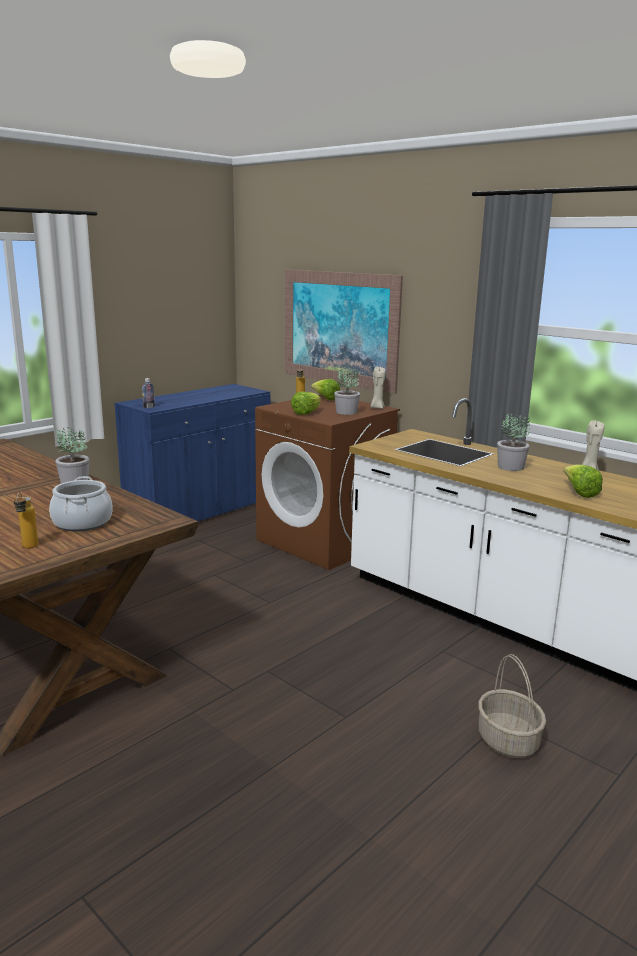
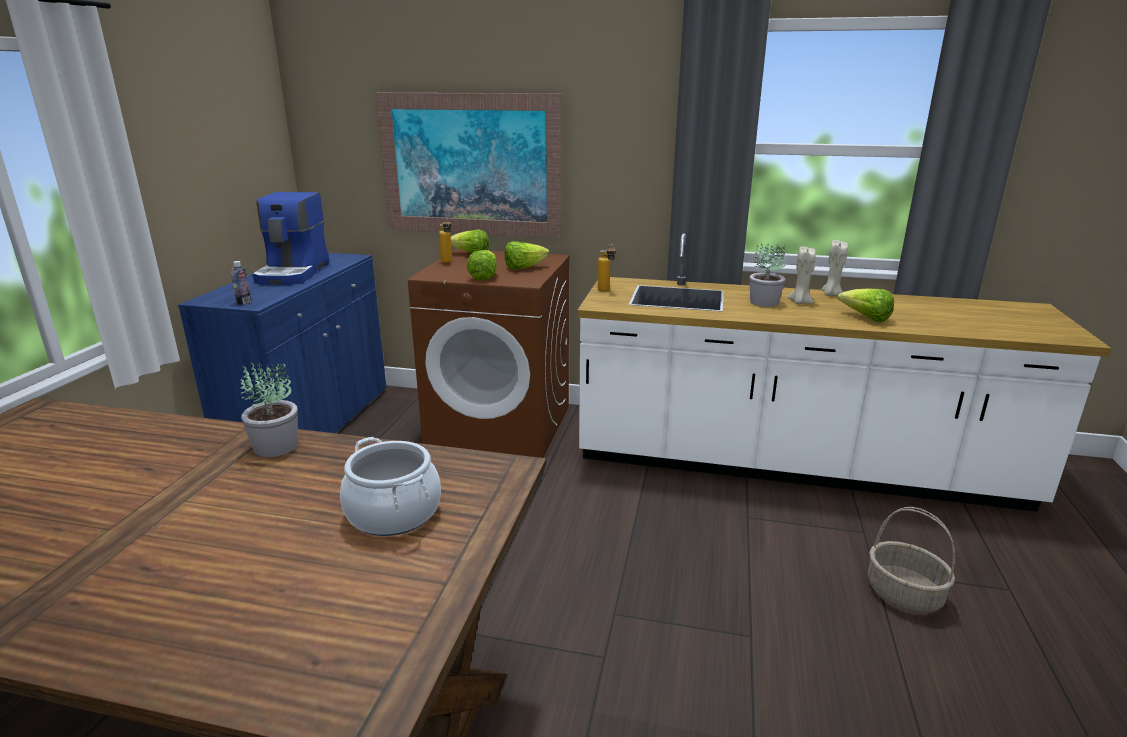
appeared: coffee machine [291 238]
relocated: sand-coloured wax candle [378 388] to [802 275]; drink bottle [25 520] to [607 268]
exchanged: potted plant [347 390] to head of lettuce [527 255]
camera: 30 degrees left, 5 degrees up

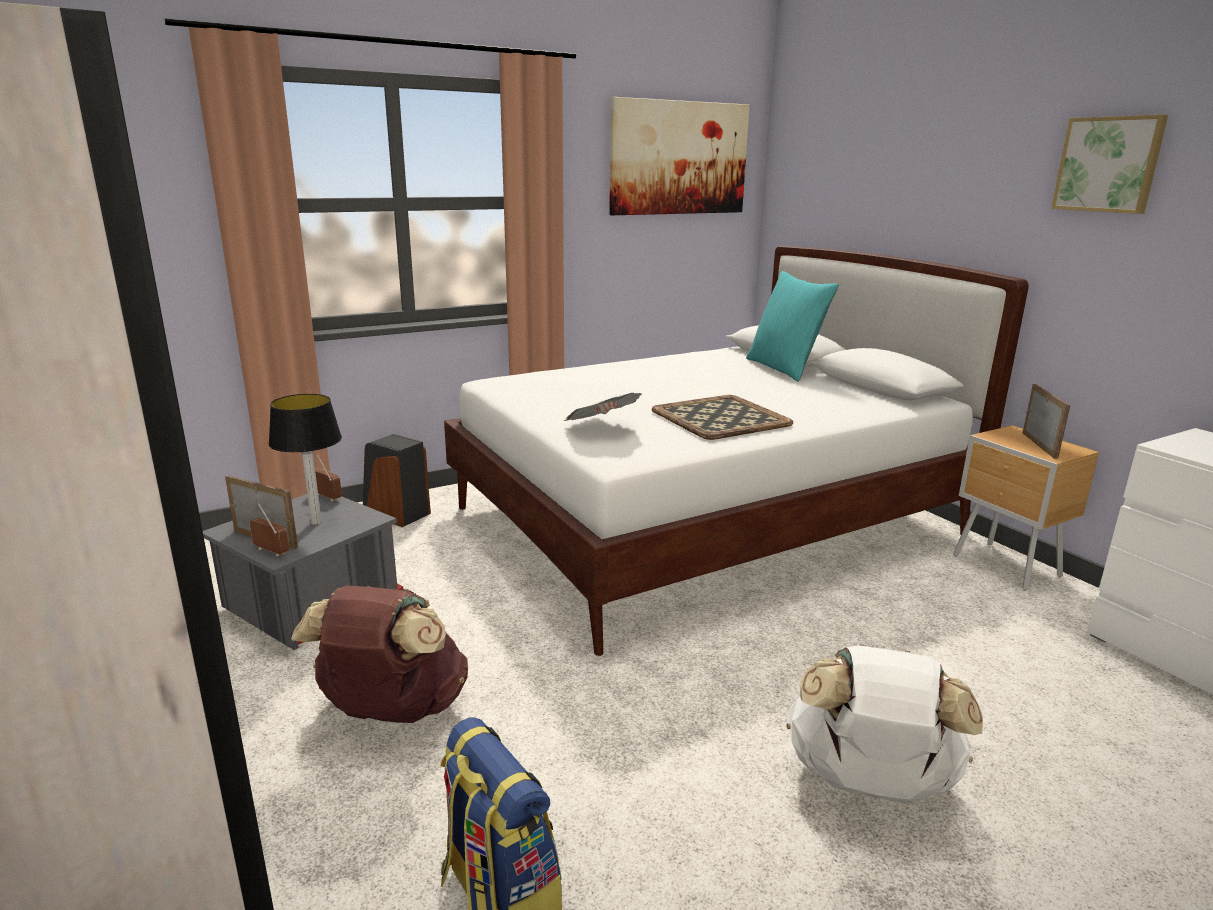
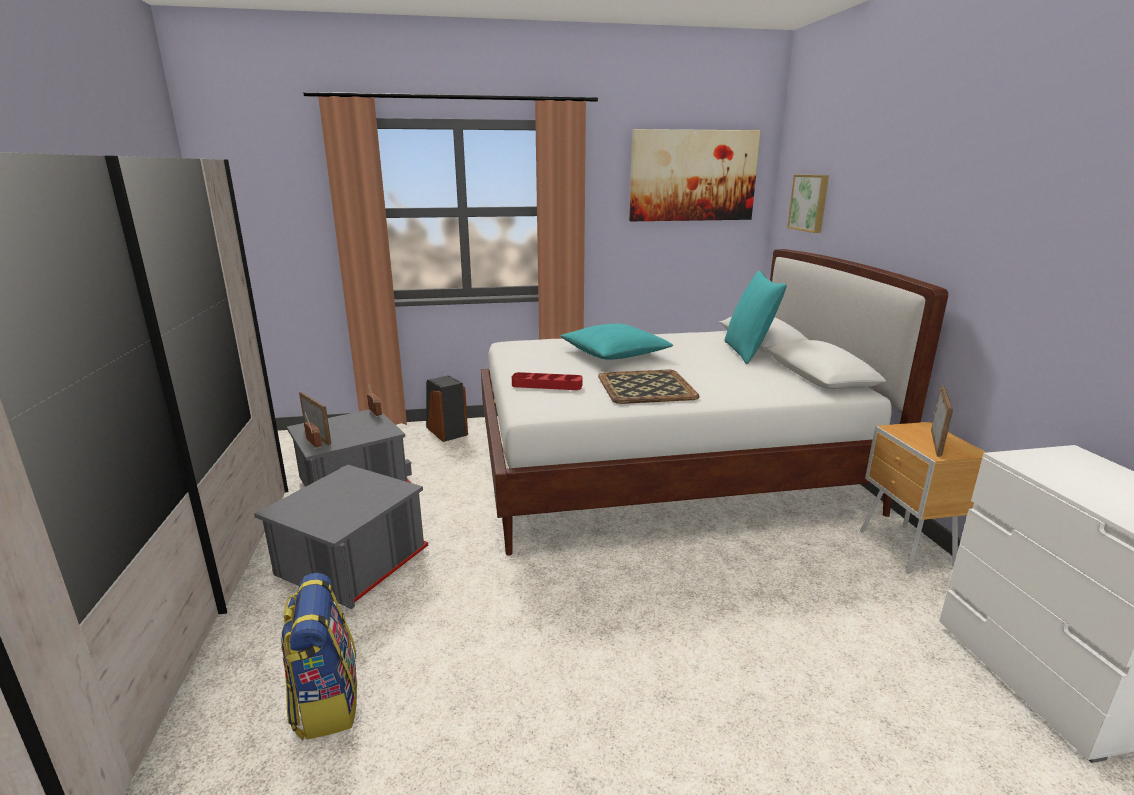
missing: table lamp [305 459]; whitish backpack [884 724]
appeared: blue-green throw pillow [616 342]
relocated: picture [1109 164] to [808 204]
exchanged: printed paper [603 407] to red-coloured serving tray [547 381]; brownish backpack [379 654] to grey storage box [341 537]
camera: 20 degrees right, 0 degrees up

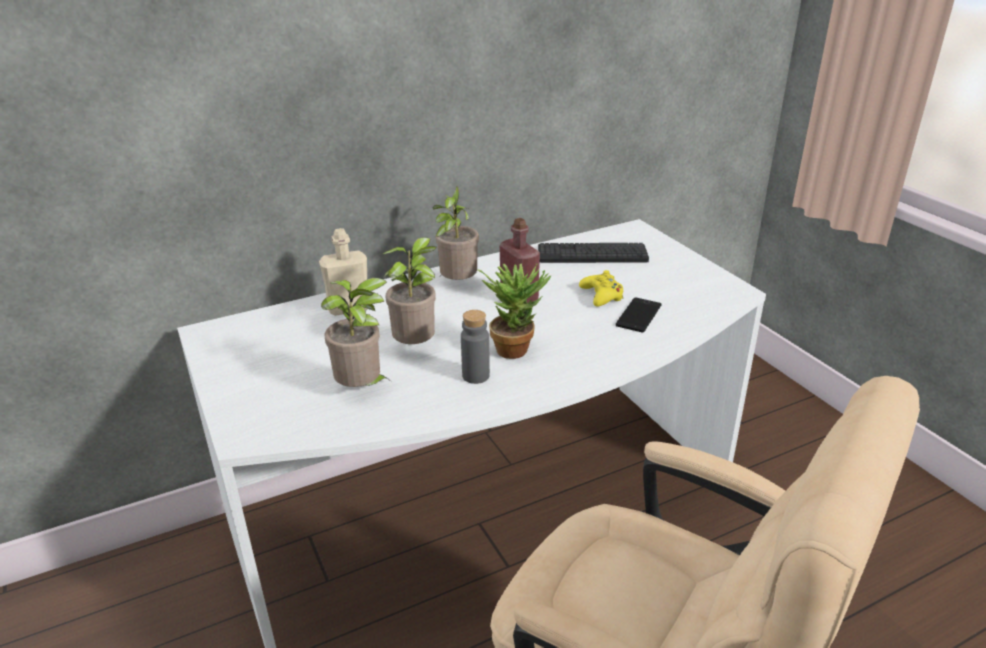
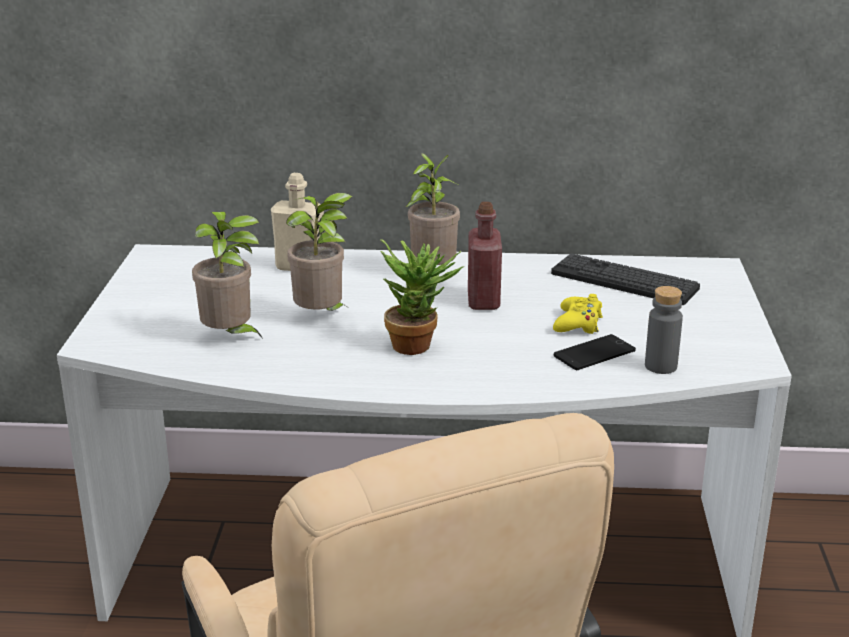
relocated: grey drink bottle [475 347] to [664 330]
camera: 30 degrees right, 5 degrees down

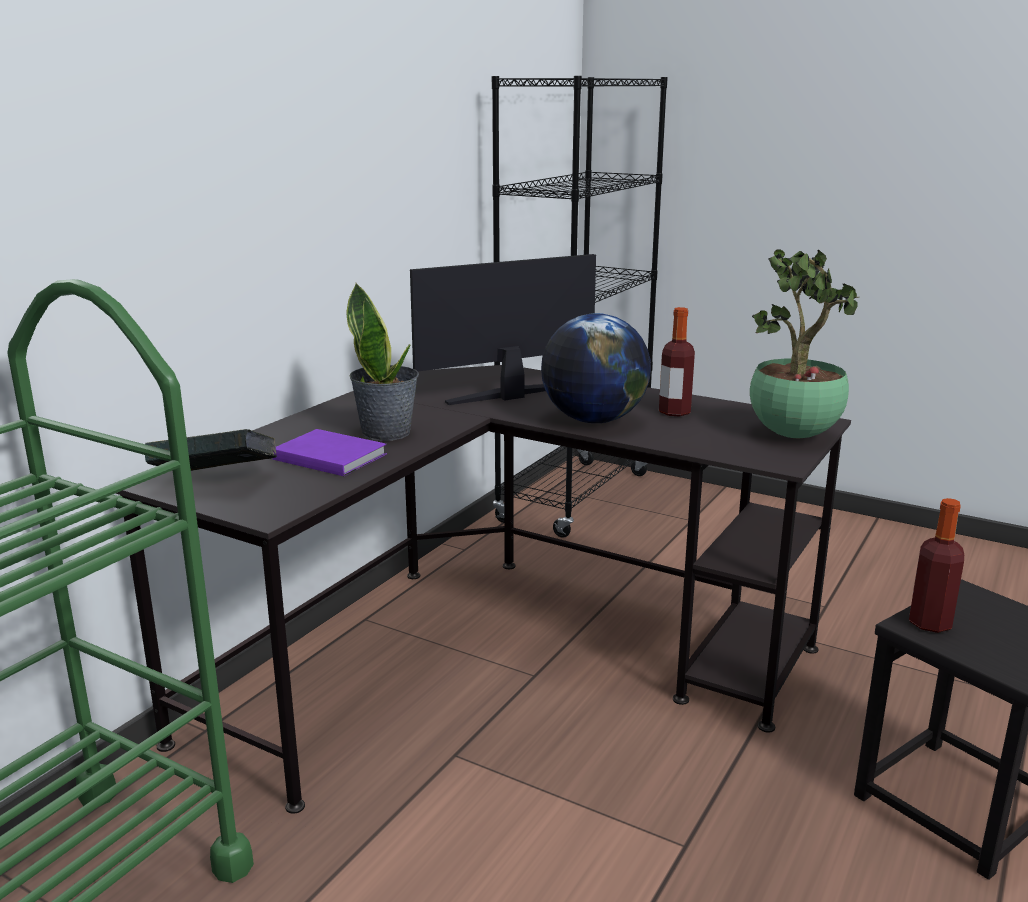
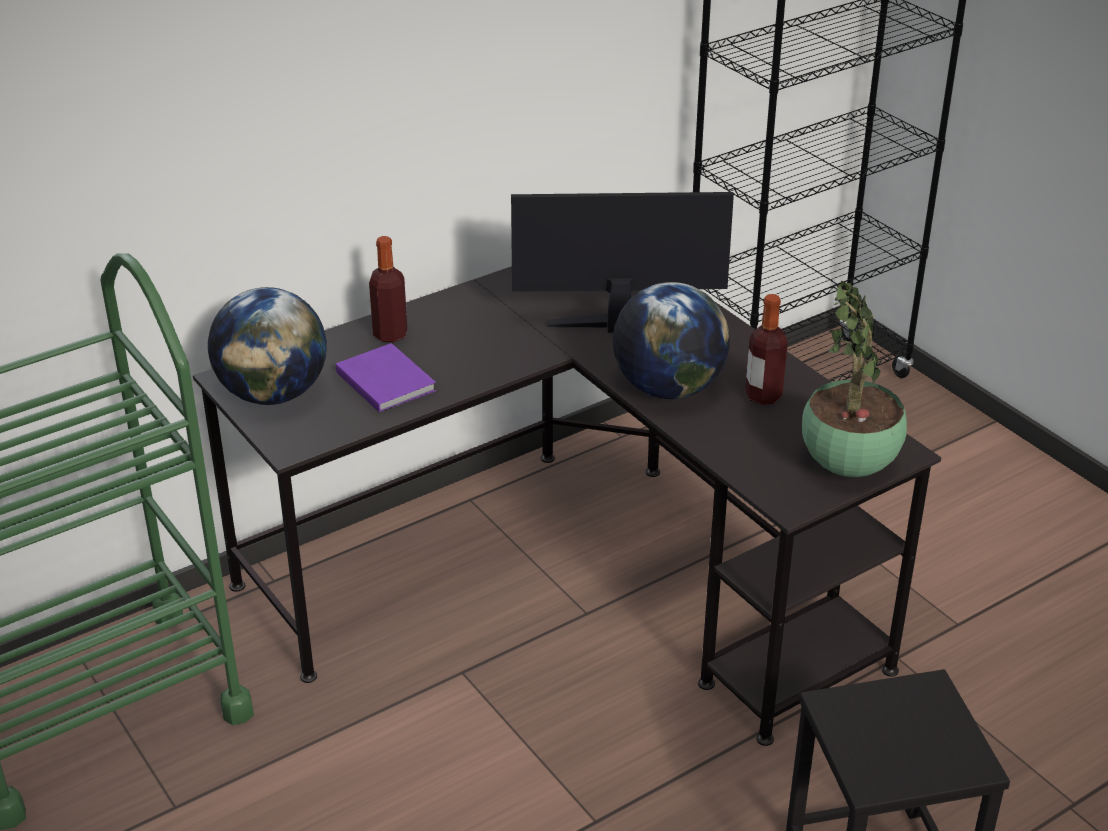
missing: potted plant [383 362]
relocated: drink bottle [936 565] to [388 289]
exchanged: book [211 450] to desk globe [267 346]
camera: 25 degrees right, 15 degrees up

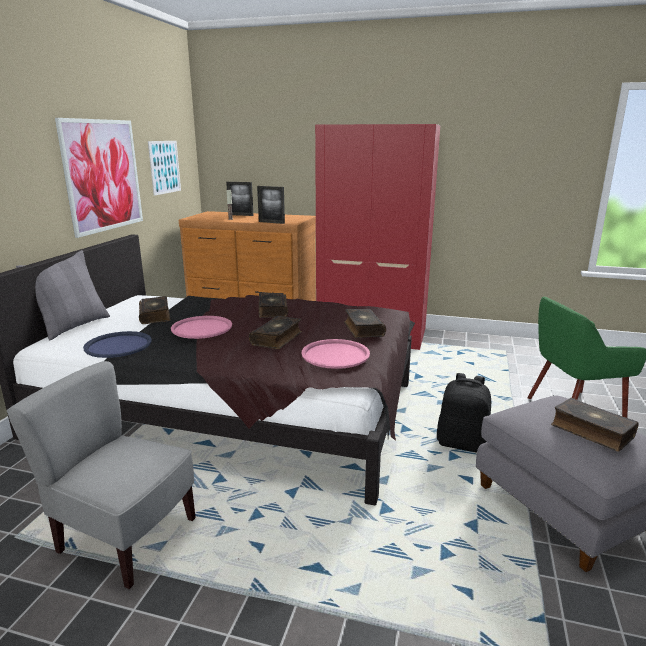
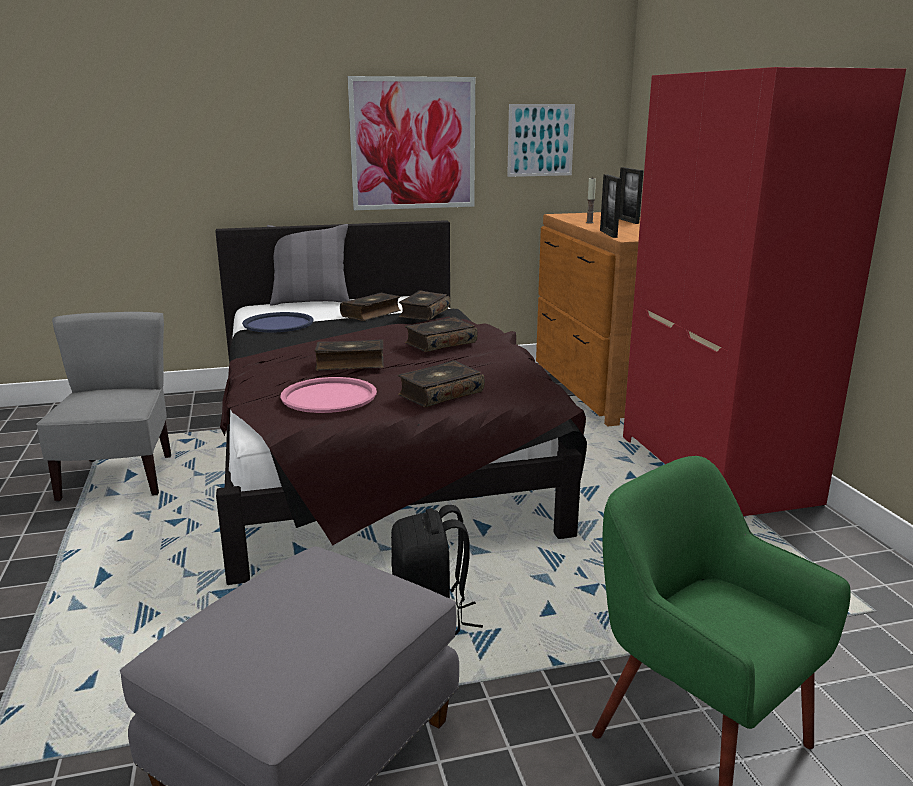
missing: pink serving tray [201 327]
relocated: book [595 425] to [424 305]
camera: 60 degrees right, 0 degrees up

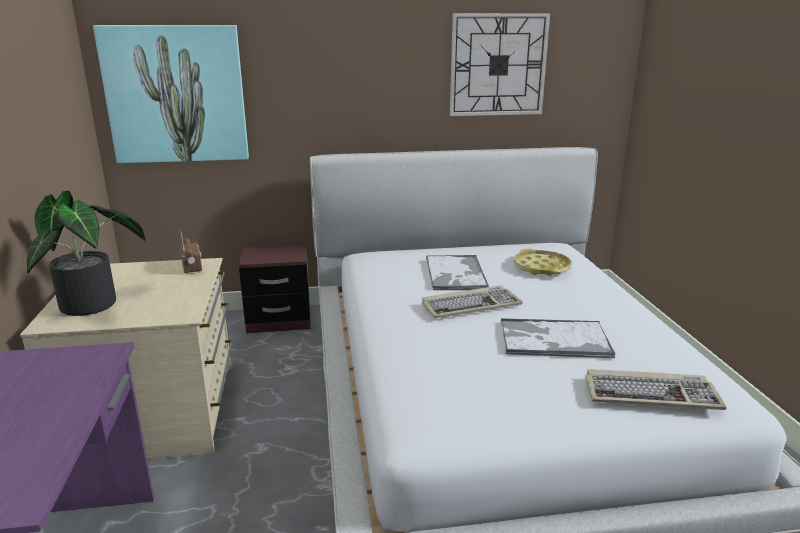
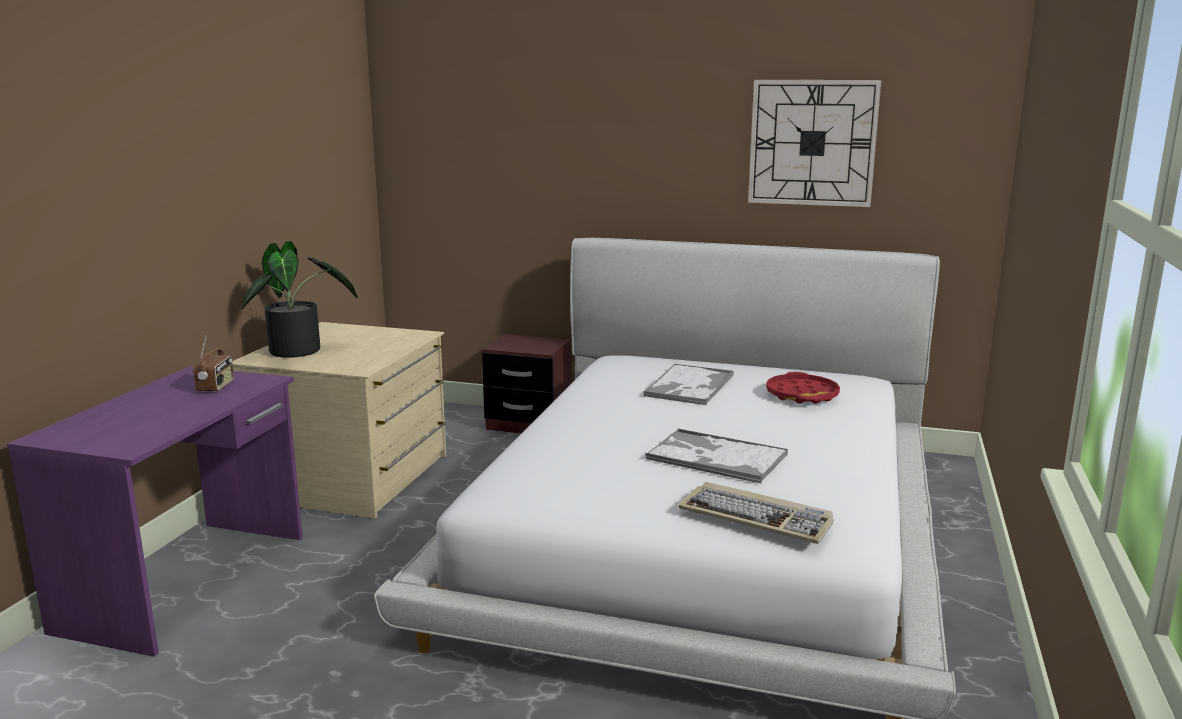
missing: picture [171 94]; computer keyboard [472 302]
relocated: radio [191 251] to [213 364]
colour: yellow serving tray [543 262] to red-coloured serving tray [803 388]
camera: 25 degrees right, 5 degrees down

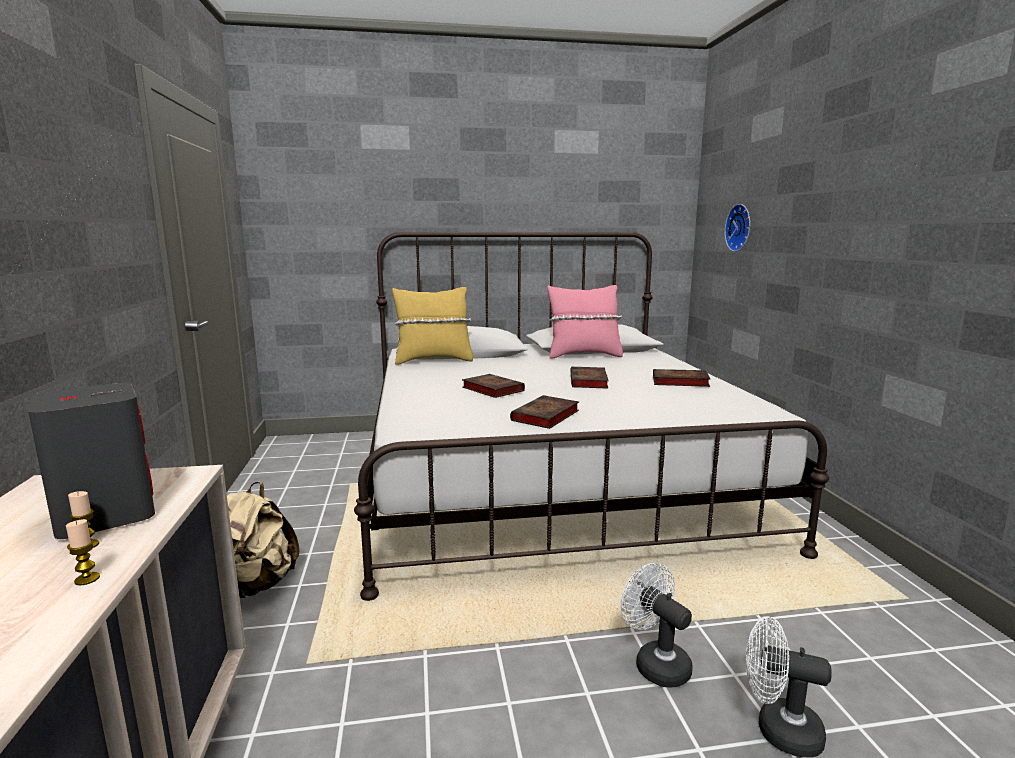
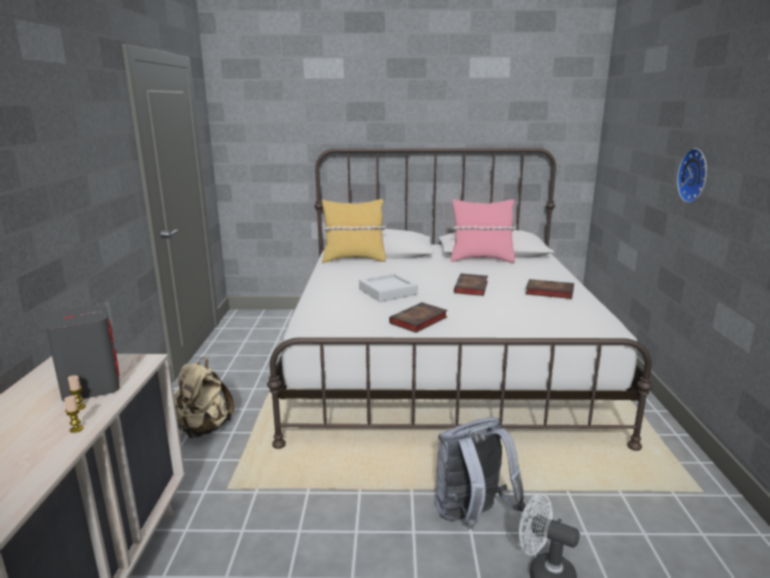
relocated: wall clock [737 228] to [692 175]
exchanged: book [493 386] to grey serving tray [388 287]; whitish electric fan [657 625] to grey backpack [481 473]
camera: 10 degrees right, 5 degrees up

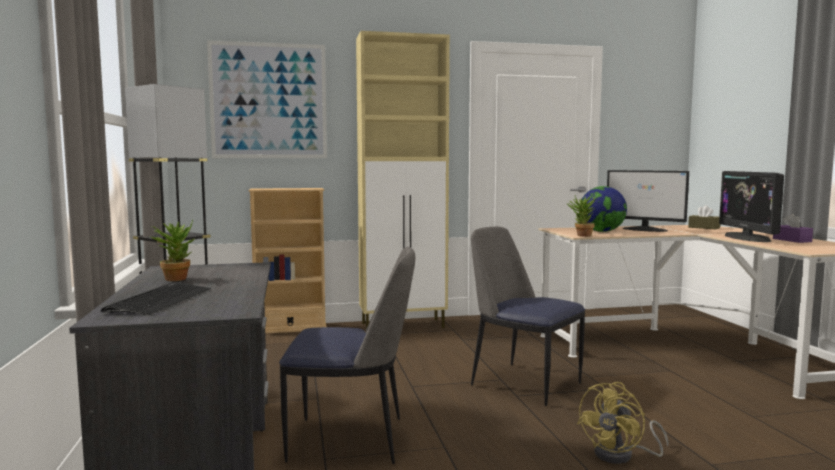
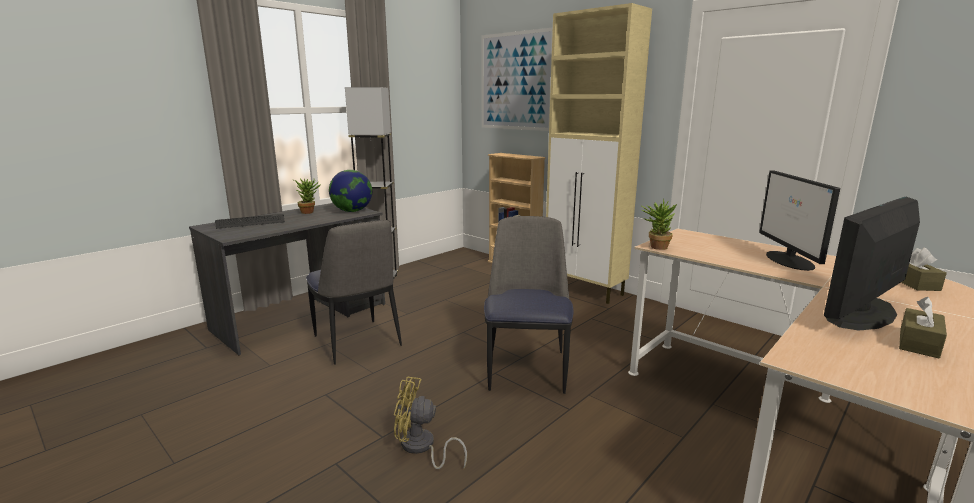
relocated: desk globe [604 209] to [350 191]
colour: purple tissue box [793 228] to brownish tissue box [923 327]
camera: 55 degrees right, 10 degrees up

